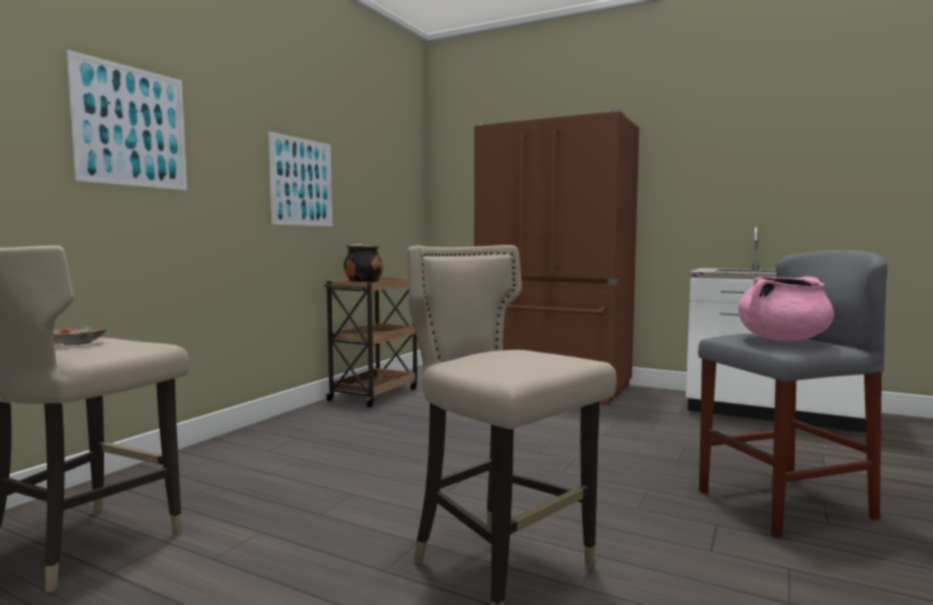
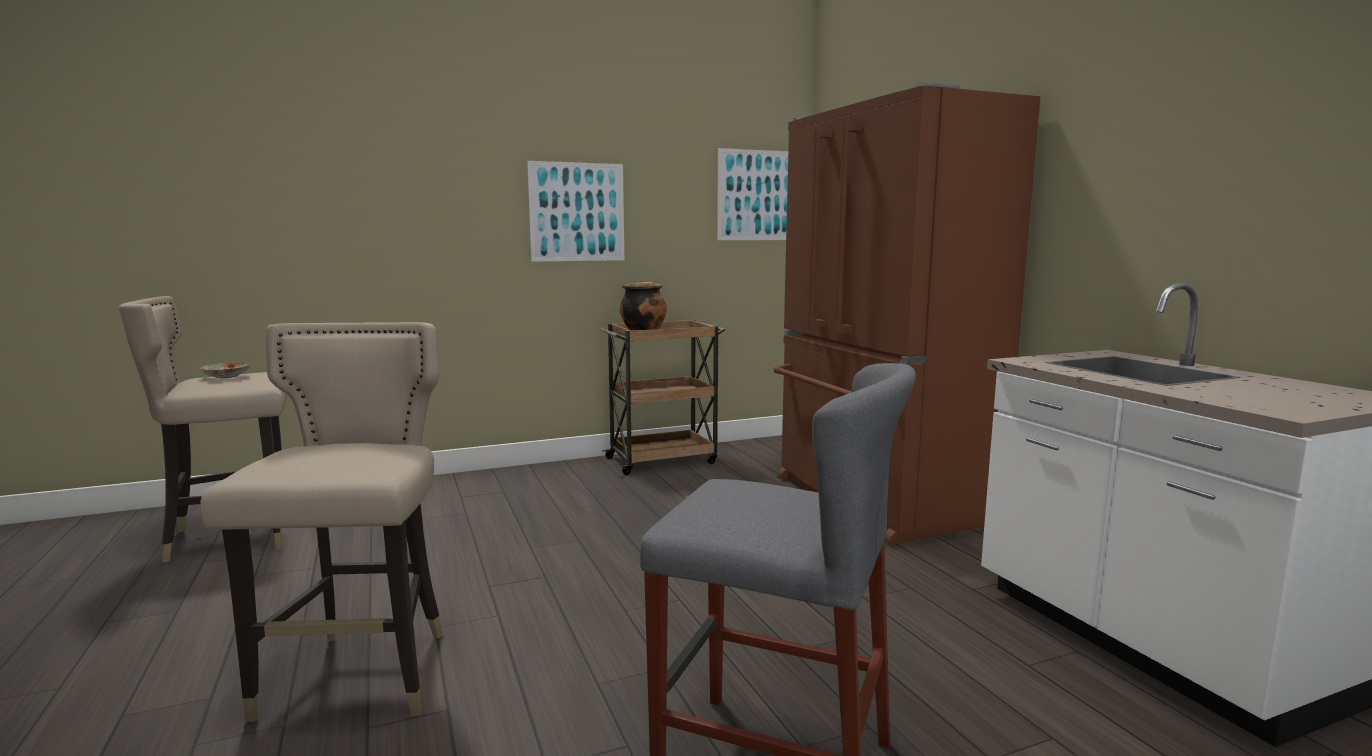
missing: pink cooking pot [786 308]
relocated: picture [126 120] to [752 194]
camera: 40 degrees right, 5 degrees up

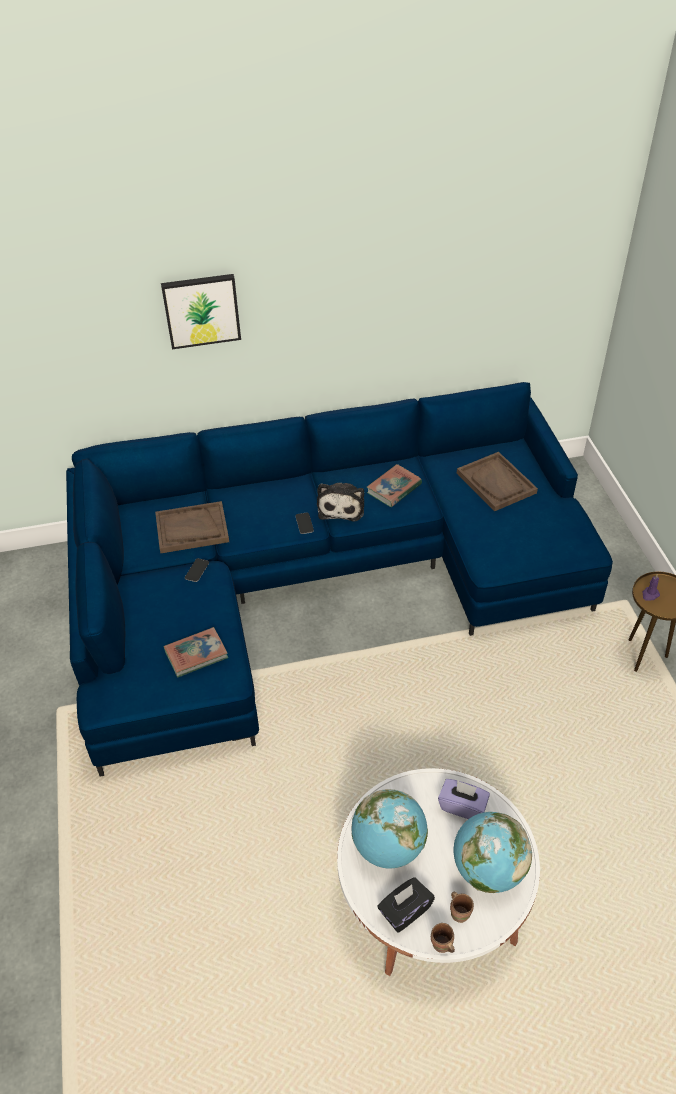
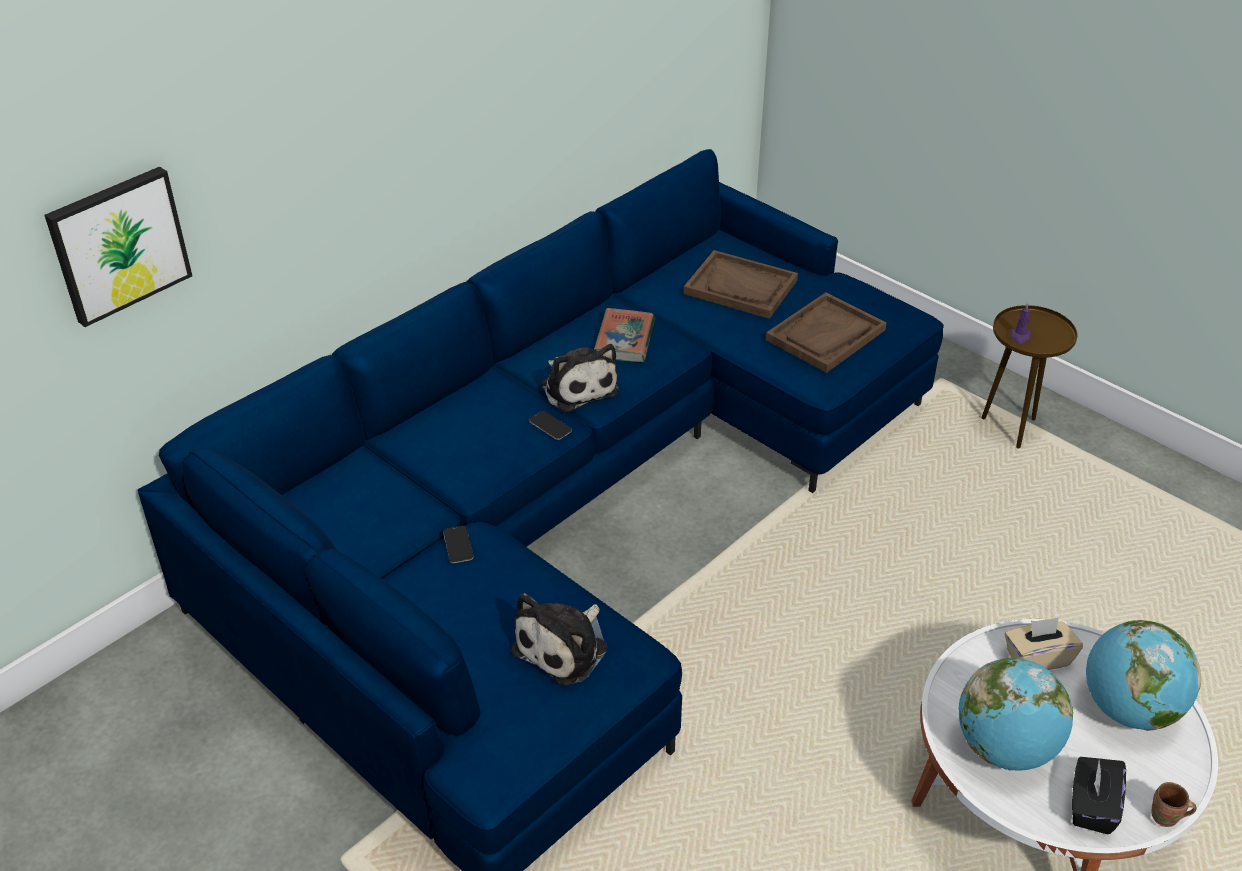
missing: brownish mug [462 907]
relocated: picture [201 311] to [118 247]; brownish serving tray [192 527] to [826 332]
exchanged: book [196 652] to cuddly toy [559 639]
colour: purple tissue box [464 799] to sand-coloured tissue box [1044 643]
camera: 35 degrees left, 5 degrees down

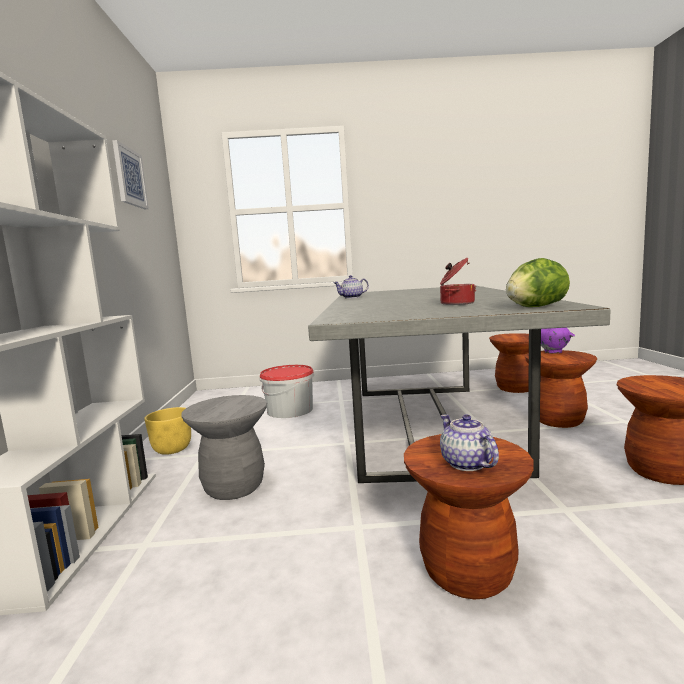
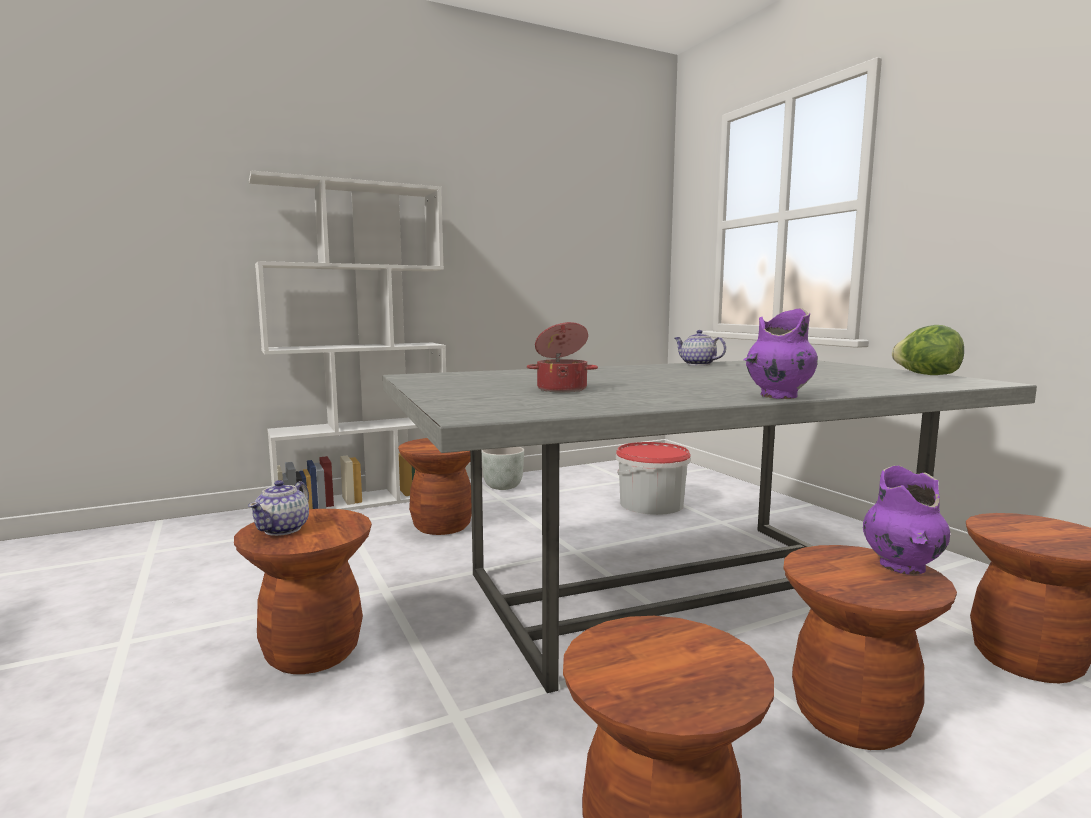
missing: picture [130 174]
appeared: purple vase [780 353]
relocated: head of lettuce [538 282] to [928 350]
colour: grey sitting stool [224 447] to brownish sitting stool [435 486]; yellow flower pot [167 431] to grey flower pot [503 468]
spun: pot for tea [469 443] = [278 508] 150 degrees clockwise
camera: 65 degrees right, 0 degrees up

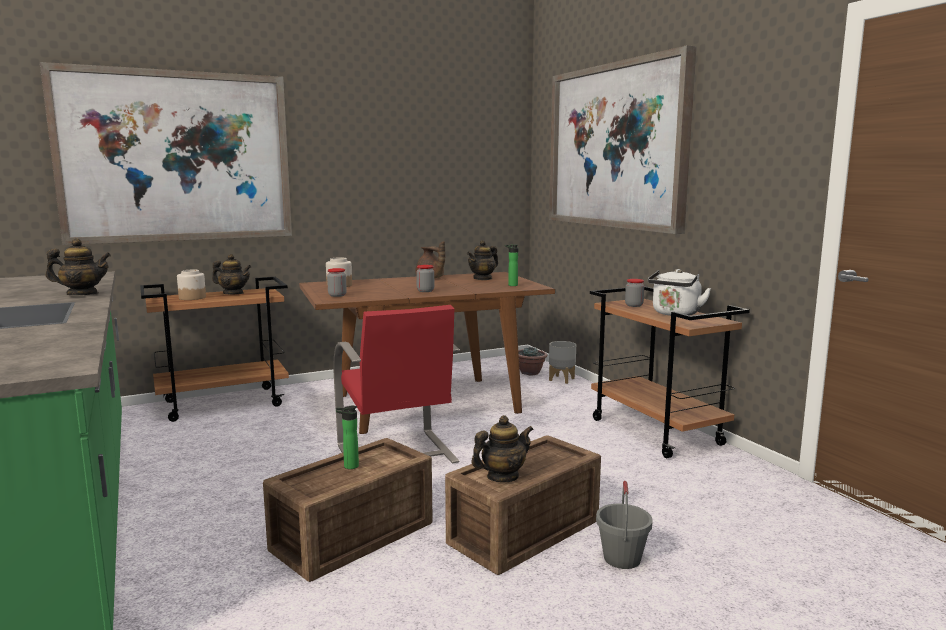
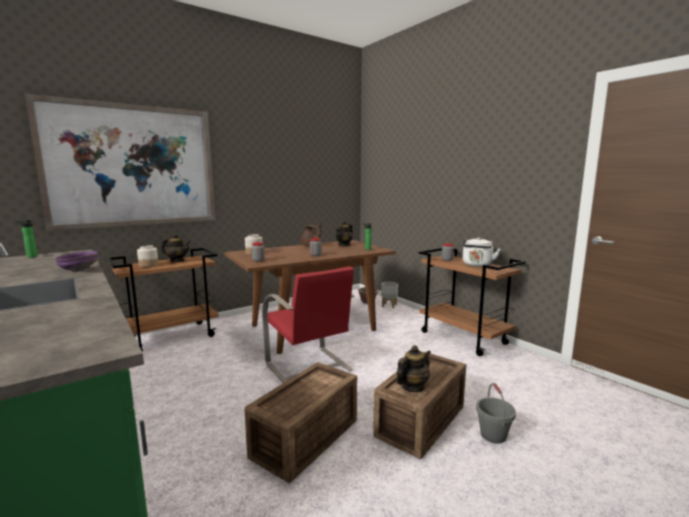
missing: picture [623 139]
relocated: drink bottle [347 437] to [27 239]
exchanged: pot for tea [78 266] to purple deep dish [77 261]
camera: 10 degrees left, 0 degrees up

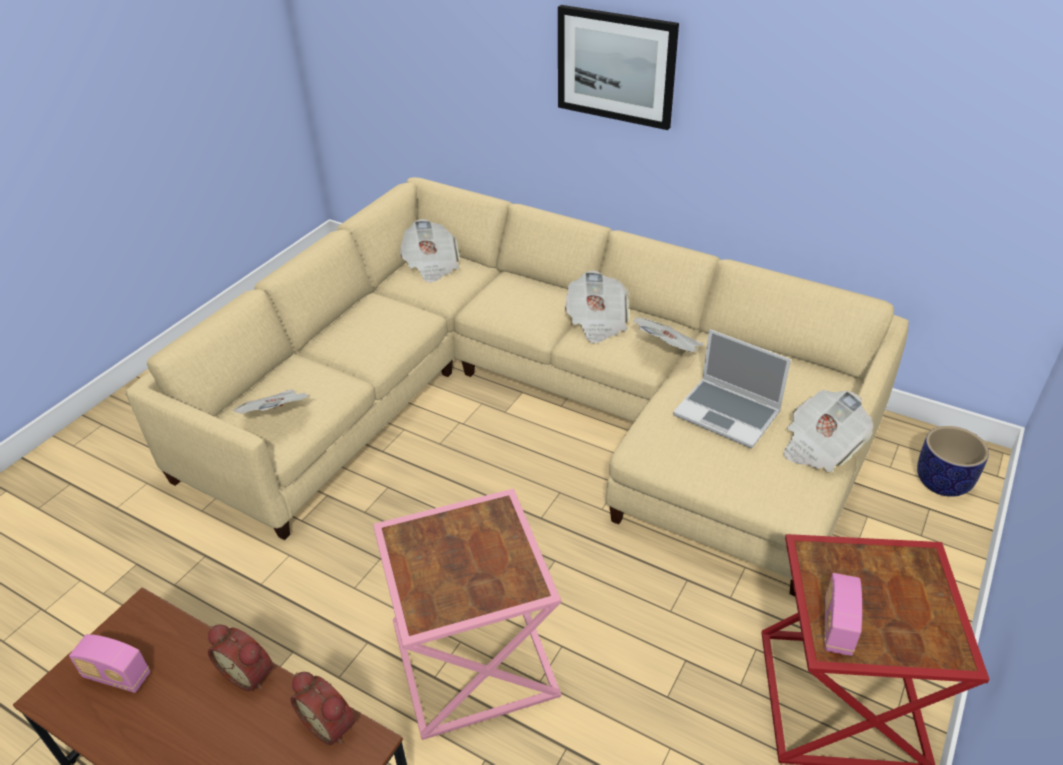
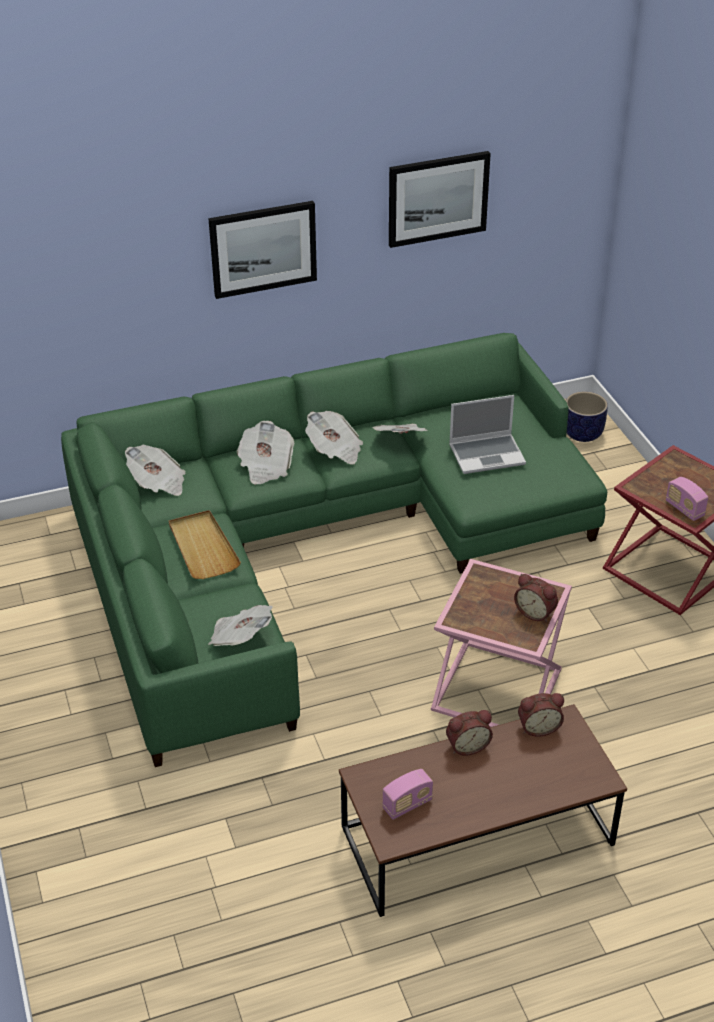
appeared: picture [440 199]; sand-coloured serving tray [205 544]; table clock [536 598]
relocated: printed paper [828 431] to [266 453]
colour: sand-coloured couch [517 386] to green couch [334 550]
camera: 50 degrees left, 0 degrees up

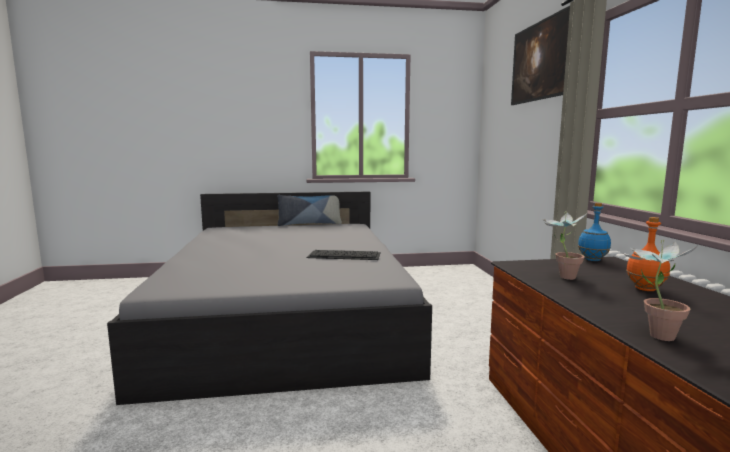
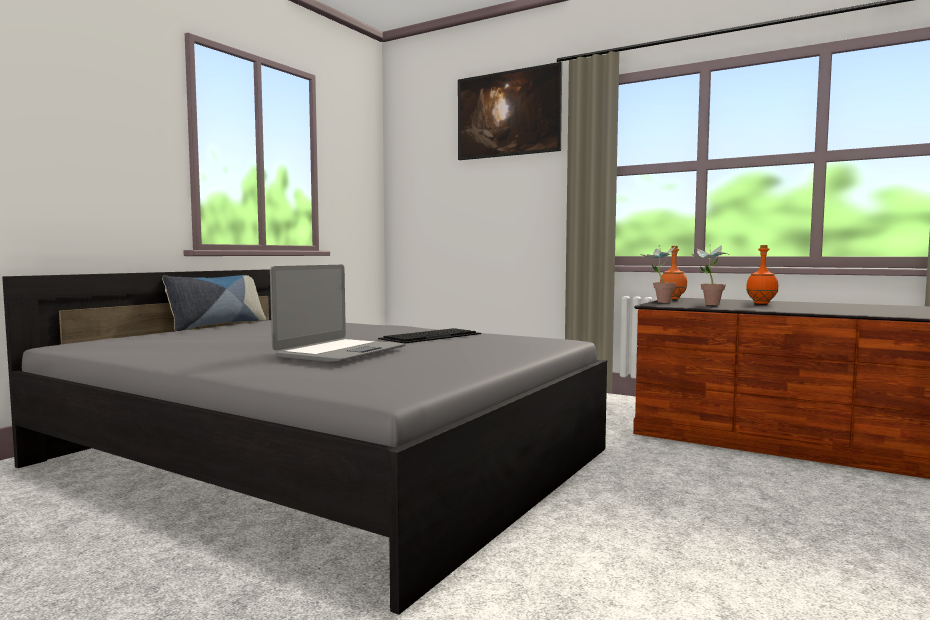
appeared: laptop [338 314]
relocated: potted plant [660 290] to [658 274]
colour: bluish drink bottle [594 232] to orange-coloured drink bottle [674 272]
camera: 50 degrees left, 5 degrees down

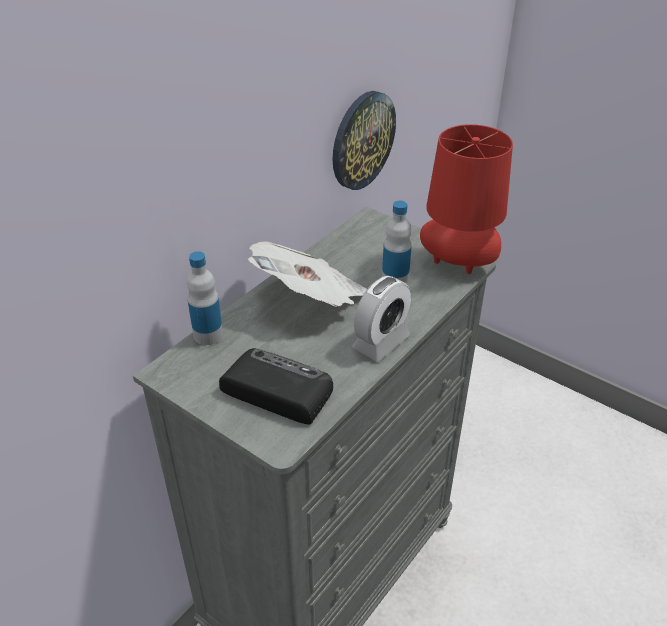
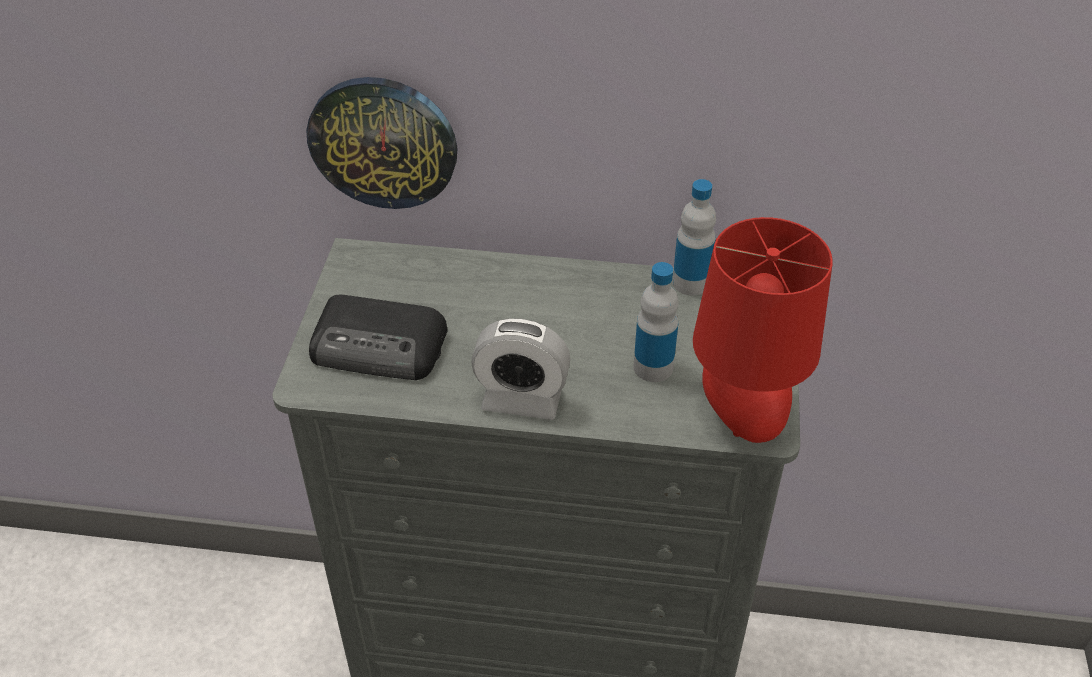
missing: printed paper [307 274]
relocated: wall clock [364 140] to [381 143]; drink bottle [205 298] to [694 237]
spun: radio [276 386] = [378 337] 105 degrees clockwise
camera: 60 degrees right, 5 degrees up

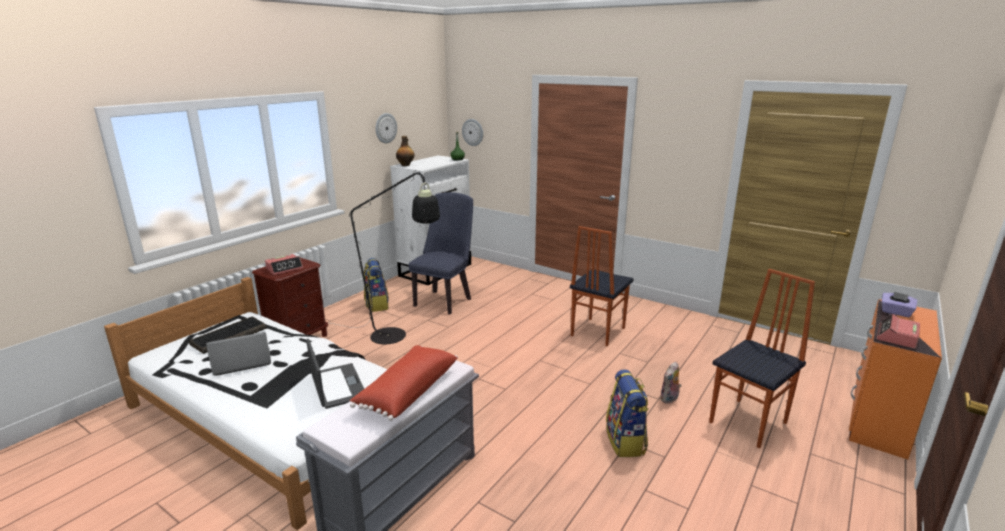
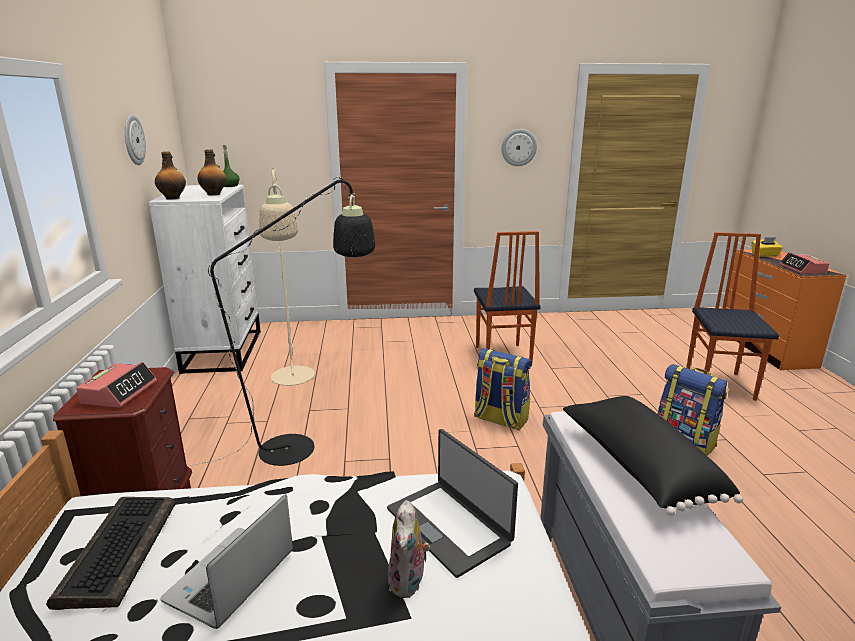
appeared: drink bottle [212 172]
relocated: wall clock [472 132] to [519 147]; backpack [376 285] to [503 389]; cuddly toy [670 383] to [409 549]
exchanged: bluish plain chair [440 253] to sand-coloured floor lamp [287 276]
colour: purple tissue box [899 304] to yellow tissue box [767 247]; red-coloured throw pillow [404 383] to black throw pillow [653 456]
spun: laptop [335 374] = [452 503] 150 degrees counterclockwise
camera: 40 degrees left, 0 degrees up

